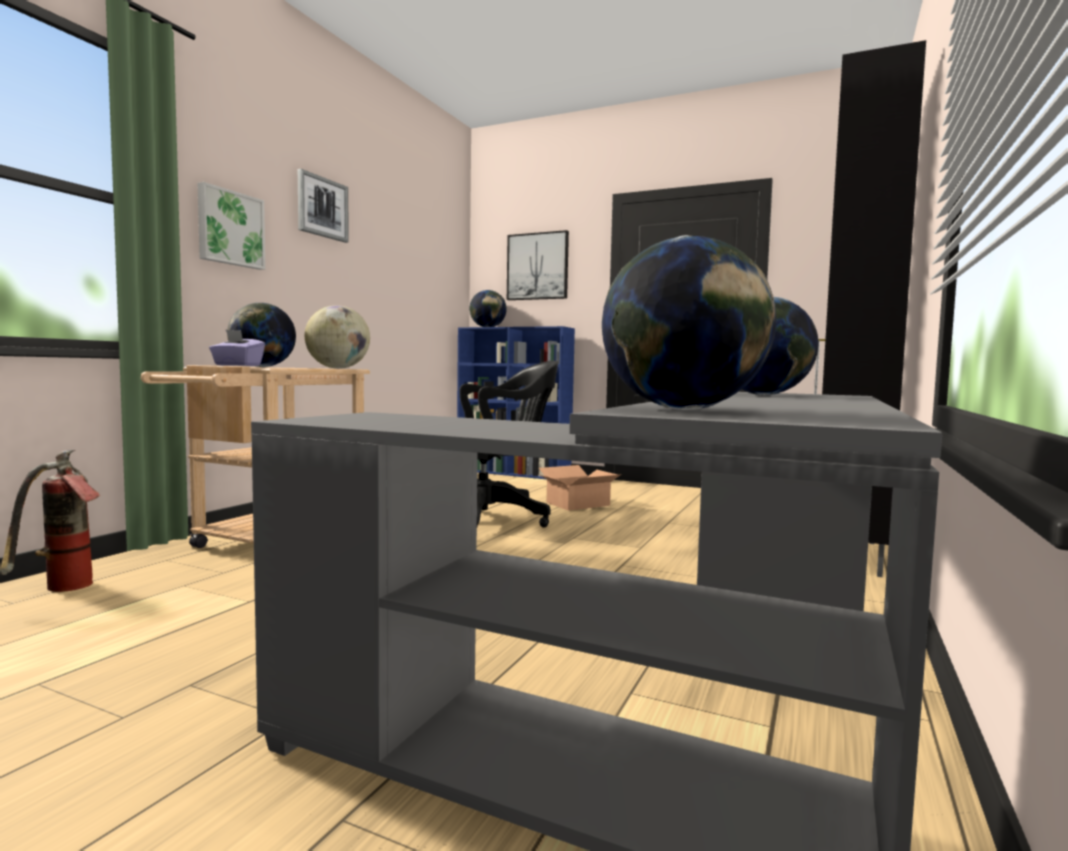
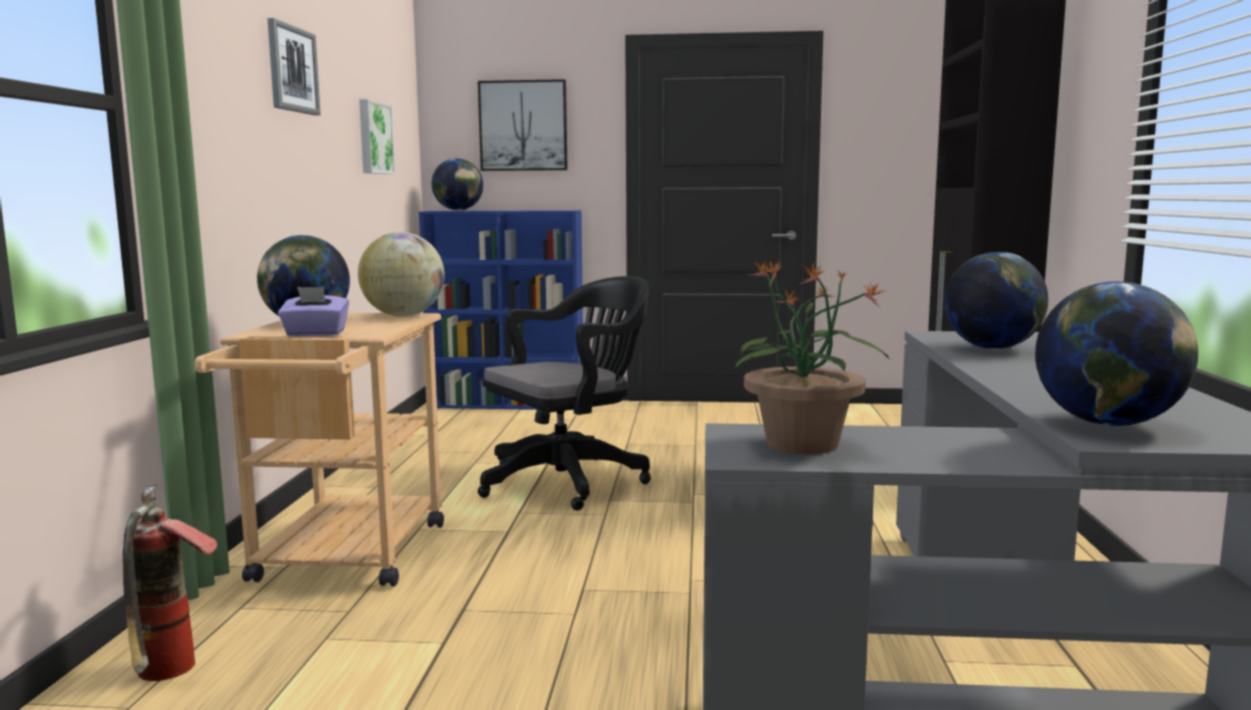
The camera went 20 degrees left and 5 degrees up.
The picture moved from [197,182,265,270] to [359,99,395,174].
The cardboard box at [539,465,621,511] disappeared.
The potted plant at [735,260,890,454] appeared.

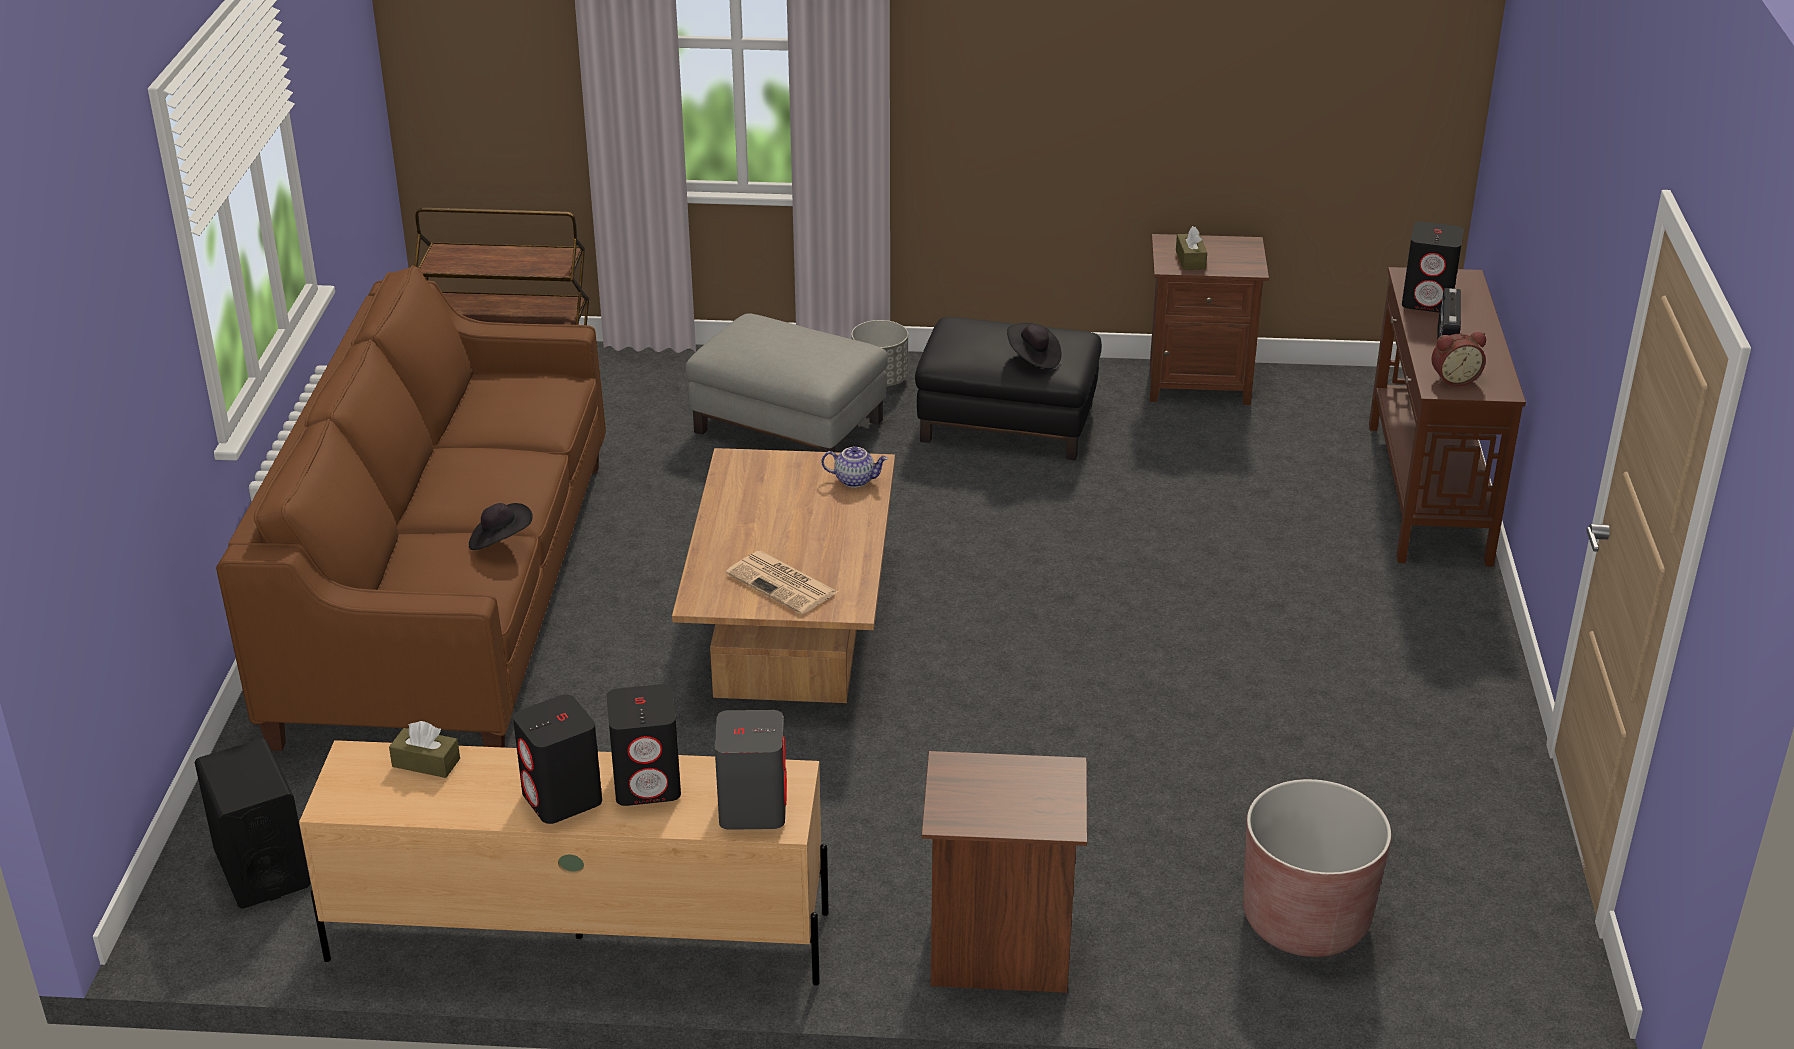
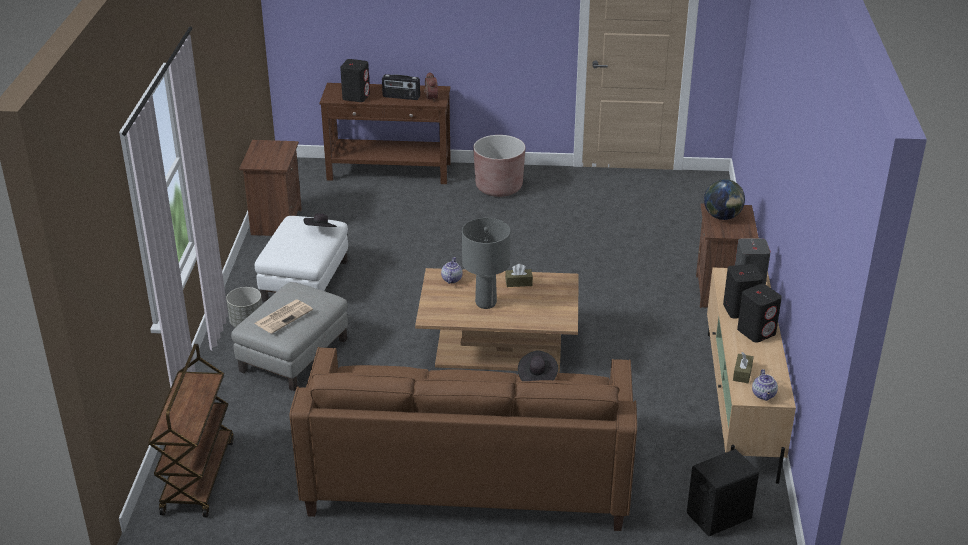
The camera went 90 degrees left and 0 degrees up.
The newspaper moved from [726,551,838,614] to [254,299,313,334].
The ottoman/black at [915,317,1102,460] became the ottoman/white at [255,216,348,302].
The tissue box/brown moved from [1176,226,1207,270] to [505,264,533,287].
The planter/brown moved from [1243,779,1391,957] to [473,135,525,197].
The table lamp/grey at [462,218,510,309] appeared.
The globe at [704,179,745,220] appeared.
The teapot at [752,369,778,401] appeared.

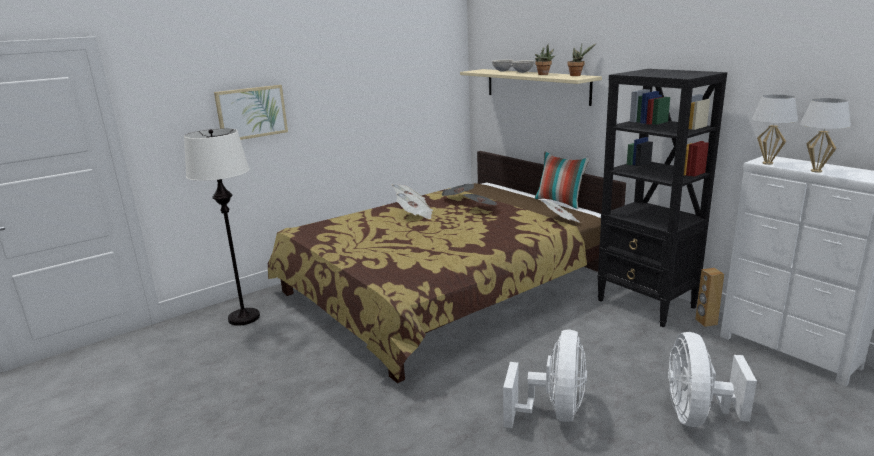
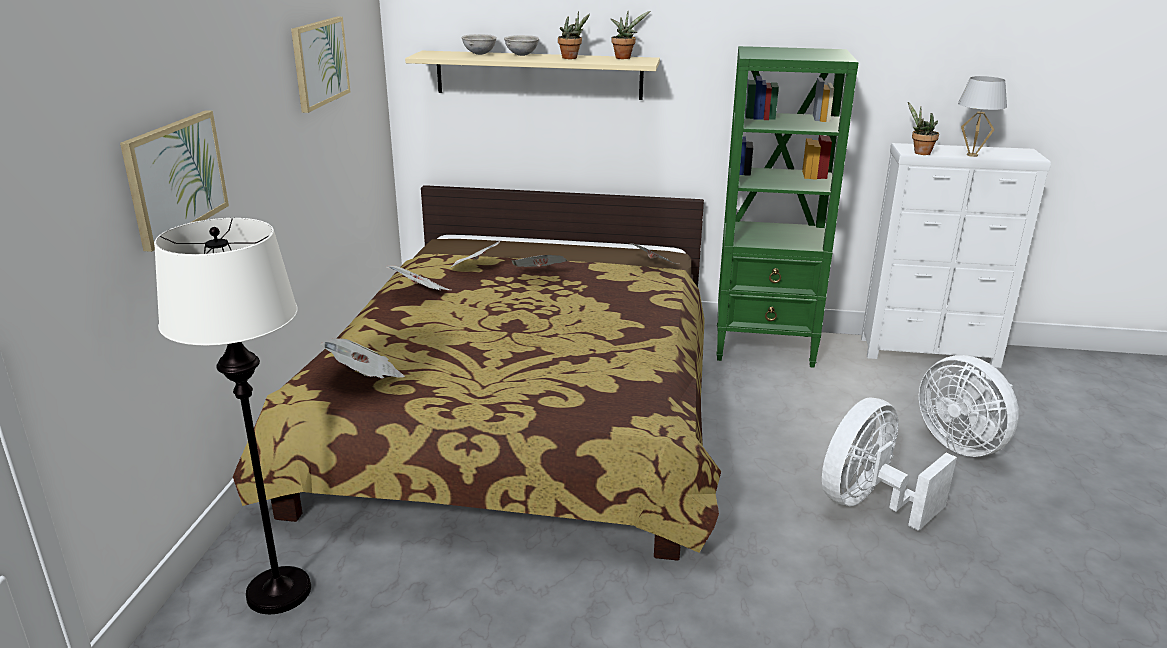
The camera went 45 degrees left and 5 degrees up.
The newspaper moved from [396,193,433,219] to [321,338,405,379].
The fan/white at [503,330,587,428] turned 105 degrees counterclockwise.
The pillow at [535,152,590,209] disappeared.
The bookcase/black at [597,69,727,327] became the bookcase/green at [716,46,859,368].
The speaker/brown at [695,268,724,327] disappeared.
The table lamp/white at [752,95,798,165] was replaced by the potted plant at [908,102,939,155].
The picture at [291,17,350,113] appeared.

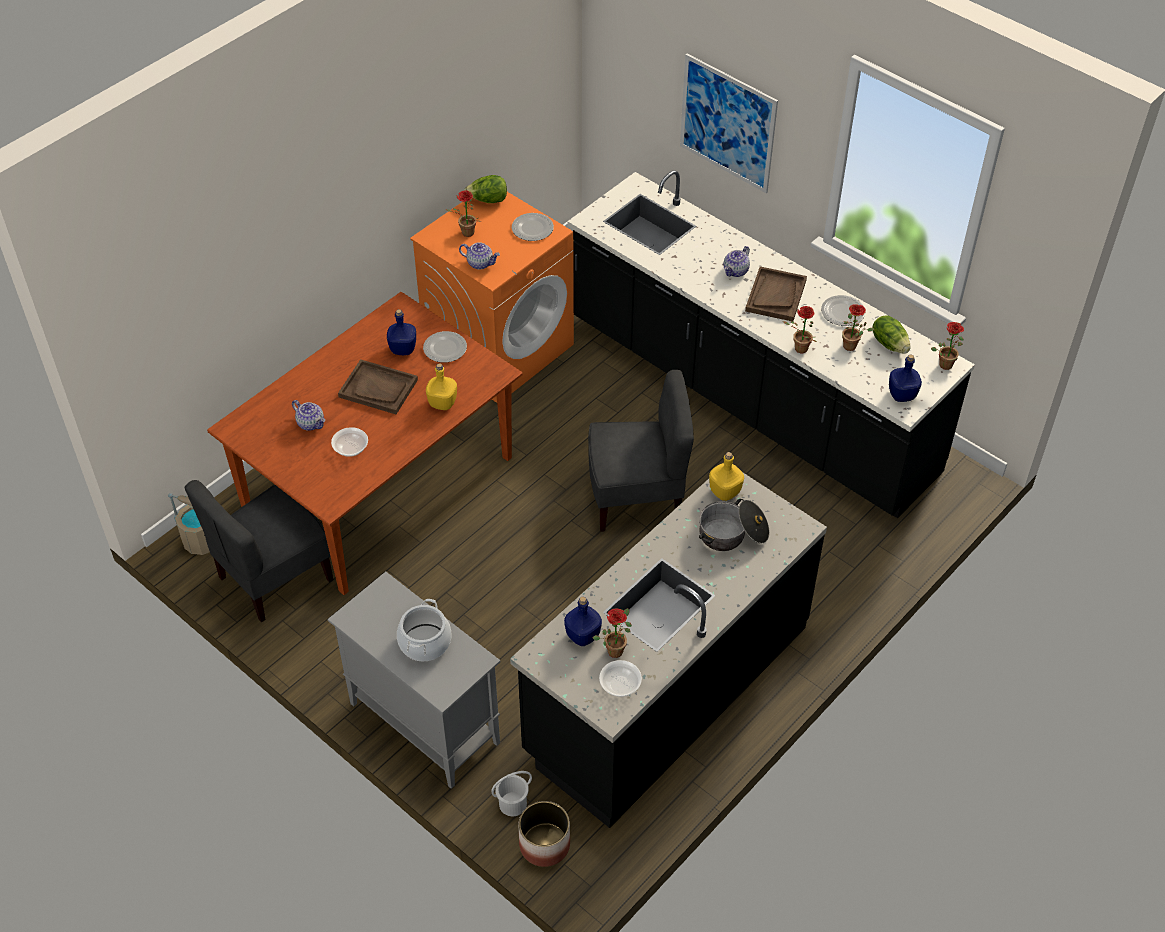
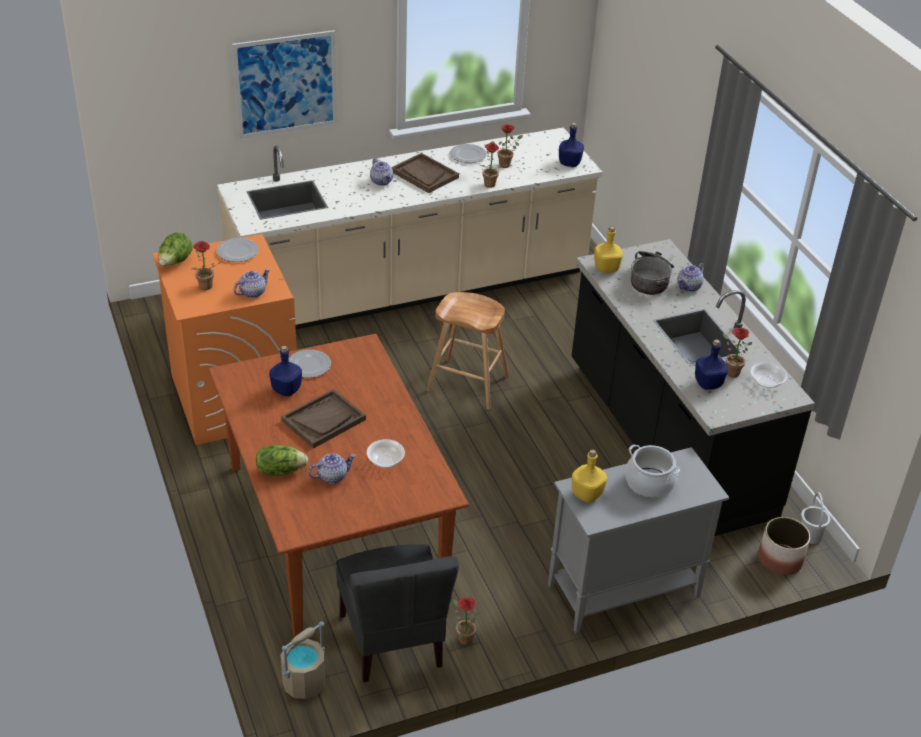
The camera went 65 degrees left and 10 degrees down.
The bottle/yellow moved from [426,363,457,410] to [572,449,607,503].
The bucket/white moved from [491,771,532,816] to [801,492,831,544].
The counter/black at [568,170,975,518] became the counter/beige at [217,127,602,329].
The chair/grey at [588,370,694,532] was replaced by the stool/brown at [426,292,509,409].
The lettuce moved from [872,315,910,353] to [256,445,308,476].
The potted plant moved from [931,322,964,370] to [453,597,481,645].
The teapot at [678,263,704,292] appeared.

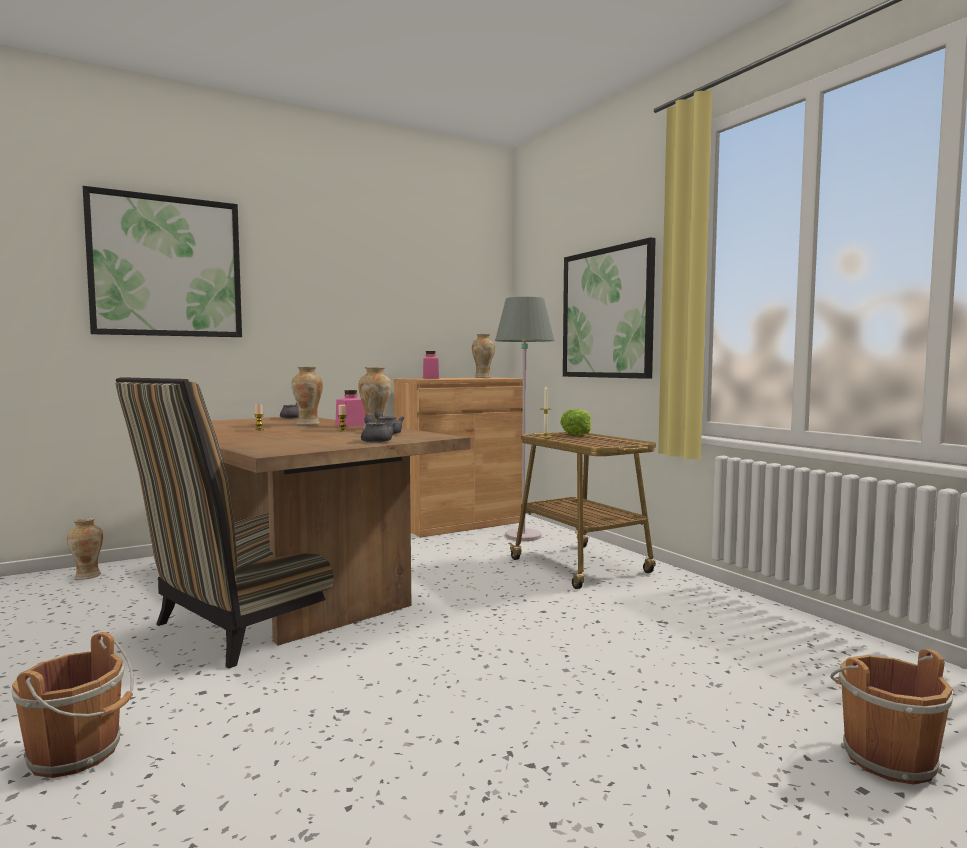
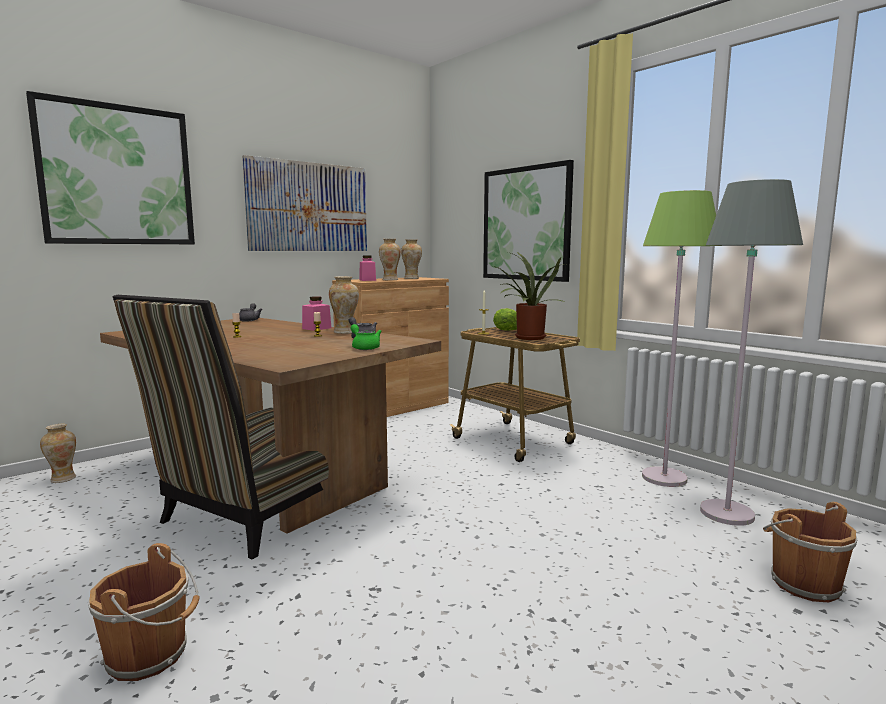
The camera went 10 degrees left and 5 degrees up.
The vase moved from [291,367,323,425] to [379,239,401,280].
The teapot/grey at [361,415,396,443] became the teapot/green at [351,324,382,350].
The floor lamp/grey moved from [495,297,554,541] to [700,179,803,526].
The picture at [242,155,367,251] appeared.
The potted plant at [493,252,566,340] appeared.
The floor lamp/green at [642,190,716,487] appeared.

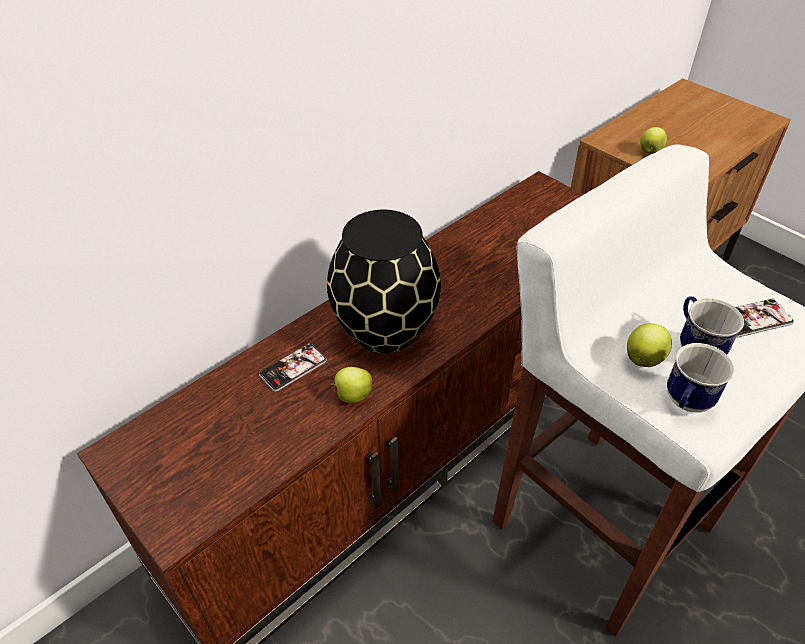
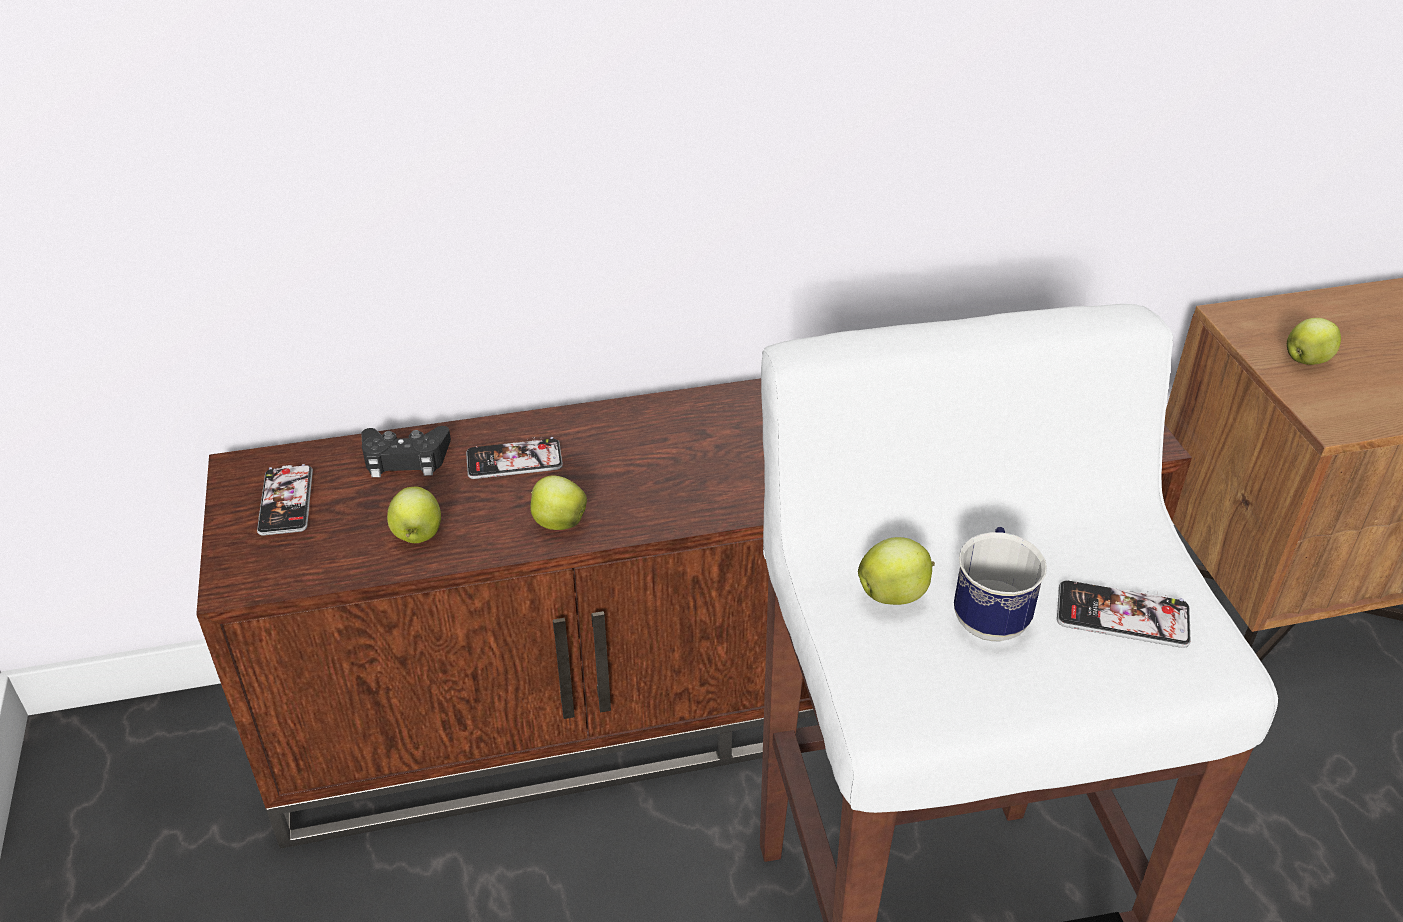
The camera went 30 degrees right and 5 degrees down.
The vase/black at [327,210,441,353] disappeared.
The mug at [667,343,735,413] disappeared.
The phone at [257,464,313,536] appeared.
The game controller/black at [361,426,451,477] appeared.
The apple at [387,487,441,543] appeared.

